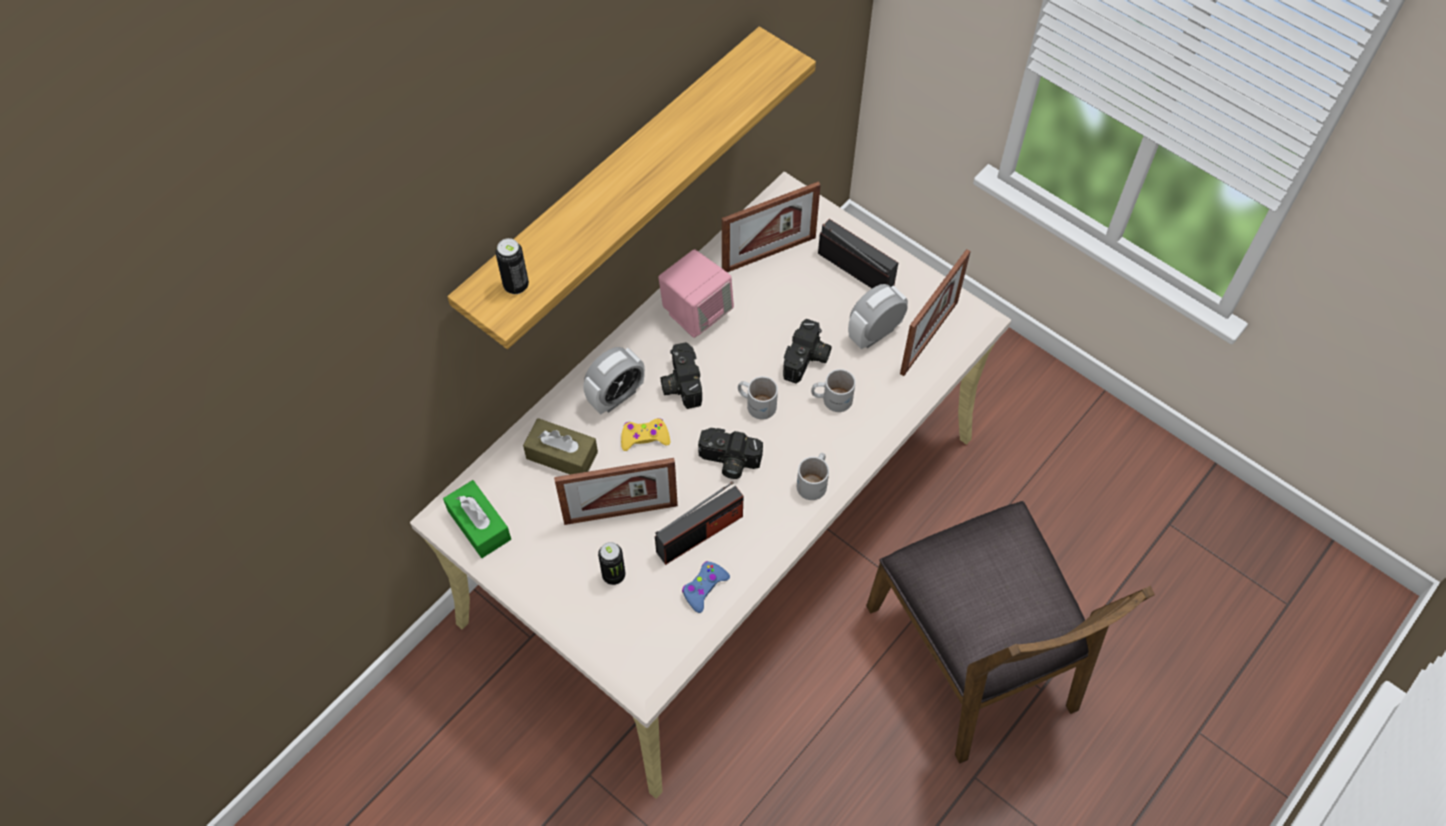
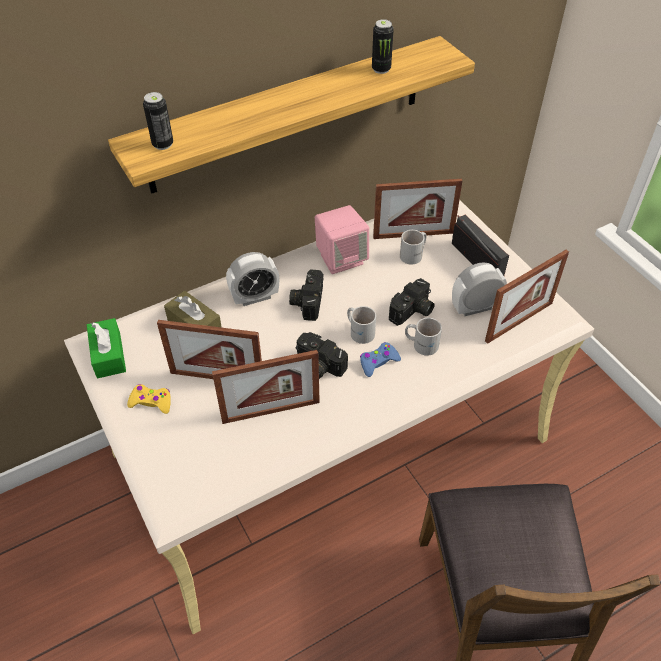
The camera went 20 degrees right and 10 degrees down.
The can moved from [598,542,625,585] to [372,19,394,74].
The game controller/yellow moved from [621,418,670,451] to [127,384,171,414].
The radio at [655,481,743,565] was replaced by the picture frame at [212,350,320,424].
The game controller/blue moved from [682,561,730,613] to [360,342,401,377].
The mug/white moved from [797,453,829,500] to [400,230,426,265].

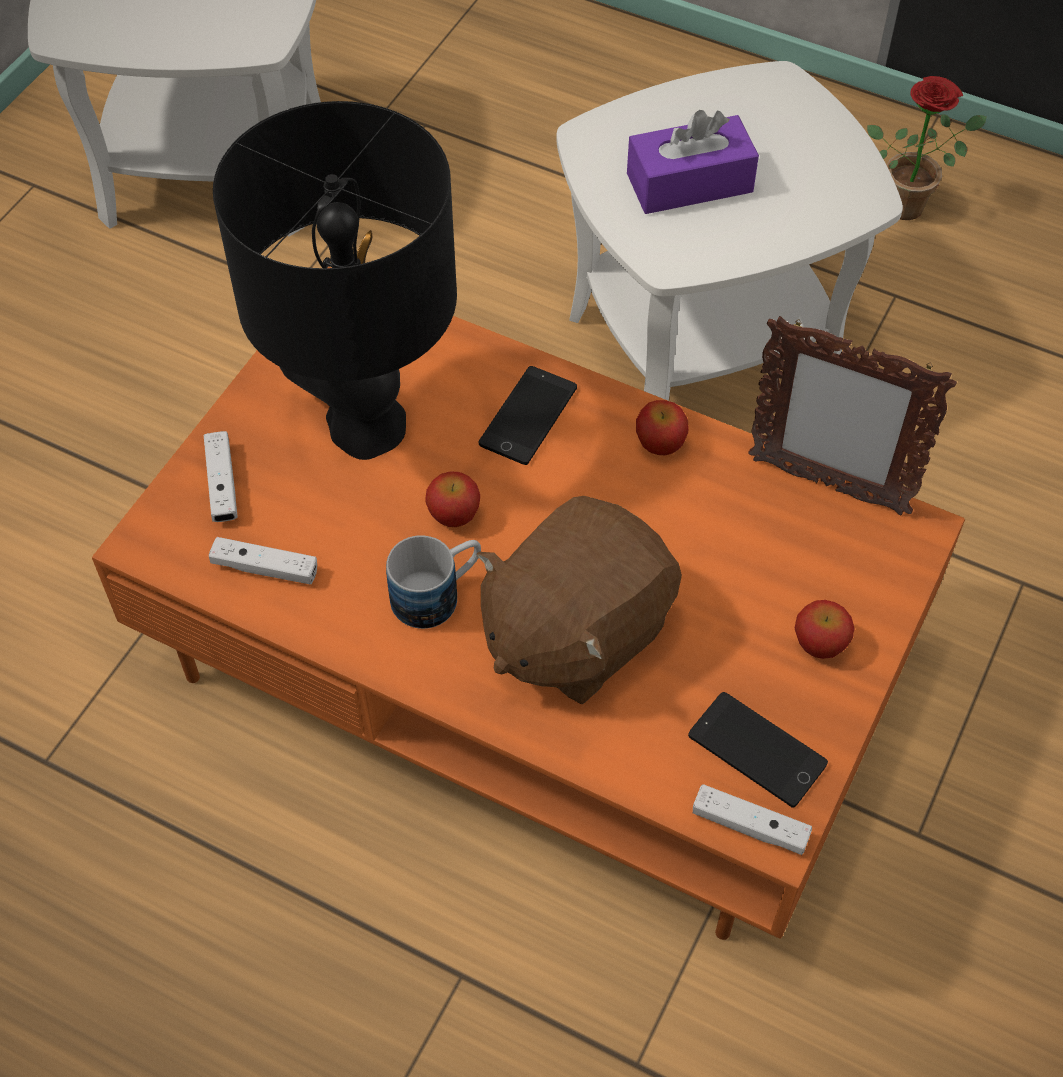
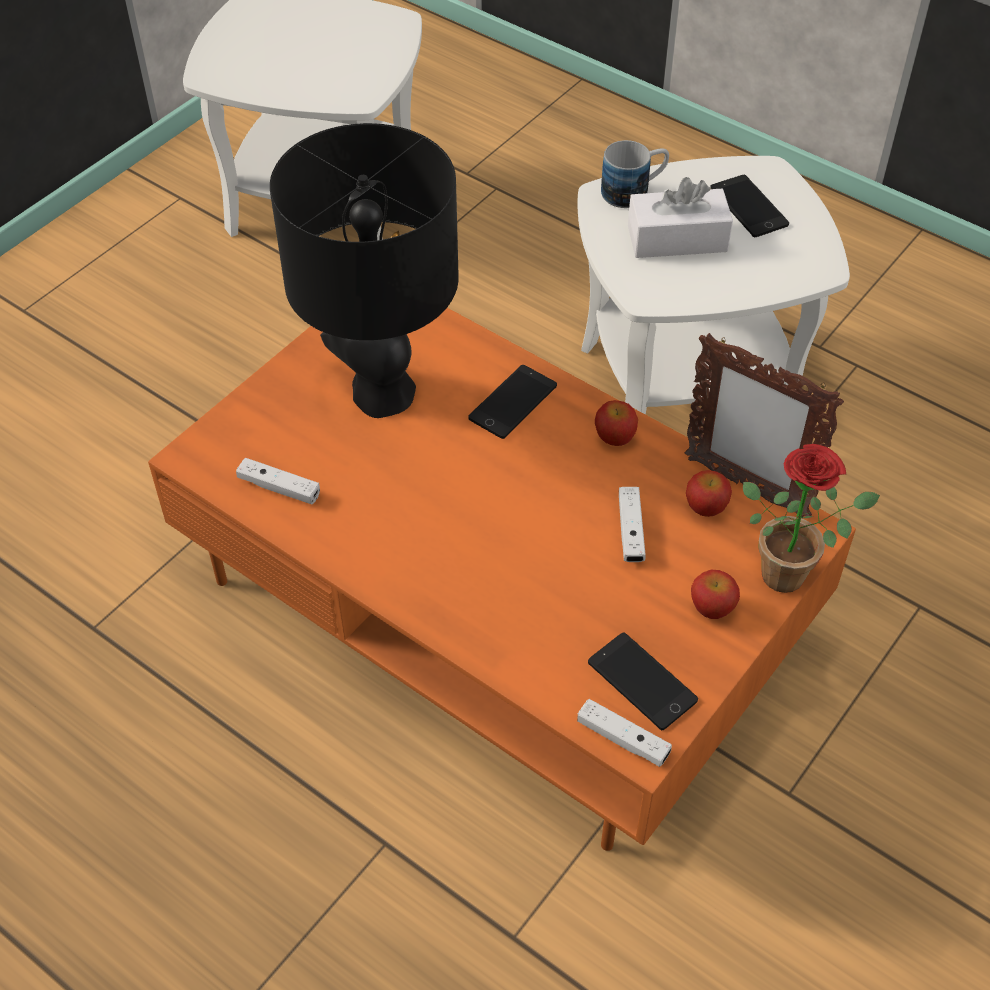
The camera went 10 degrees right and 5 degrees down.
The game controller/white moved from [204,431,238,522] to [619,487,646,562].
The mug moved from [386,535,481,629] to [601,140,669,208].
The apple moved from [425,472,480,527] to [686,470,732,517].
The plush toy/brown at [477,496,682,704] disappeared.
The tissue box/purple at [627,110,759,214] became the tissue box/white at [628,177,733,258].
The potted plant moved from [867,76,987,220] to [743,444,880,593].
The phone at [710,175,789,237] appeared.

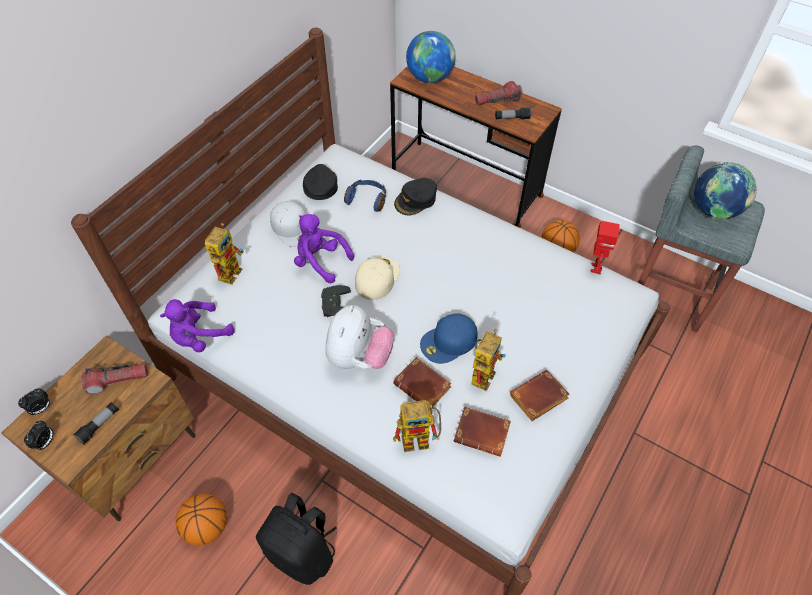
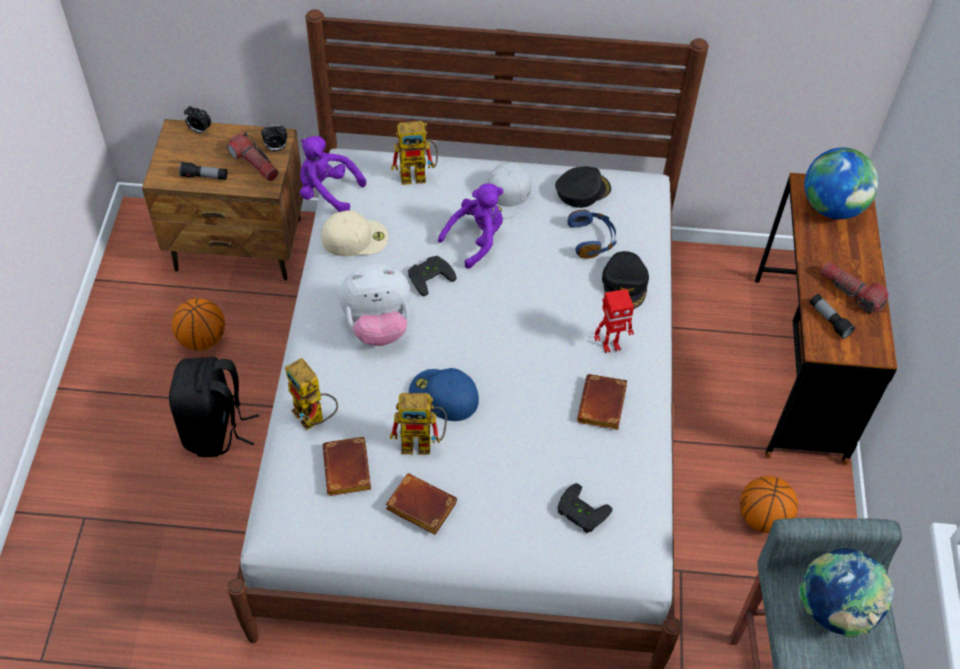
The camera went 60 degrees right and 0 degrees up.
The alarm clock moved from [24,421,54,451] to [261,125,287,151].
The plush toy/purple at [294,214,354,283] turned 45 degrees clockwise.
The cap/beige moved from [355,256,400,300] to [321,210,388,256].
The book/brown moved from [393,357,452,407] to [577,374,627,430].
The cap/black at [394,178,437,215] turned 105 degrees counterclockwise.
The toy robot moved from [591,221,620,275] to [594,289,634,353].
The game controller/black at [558,483,613,534] appeared.

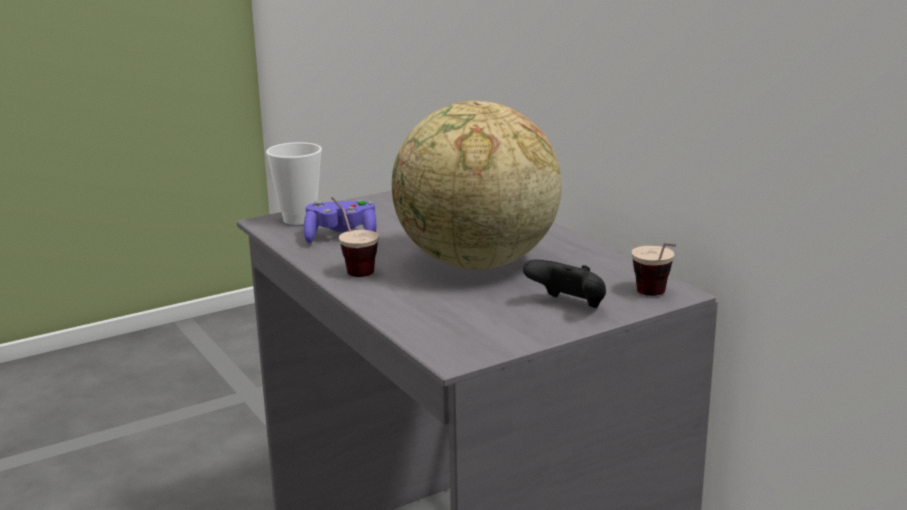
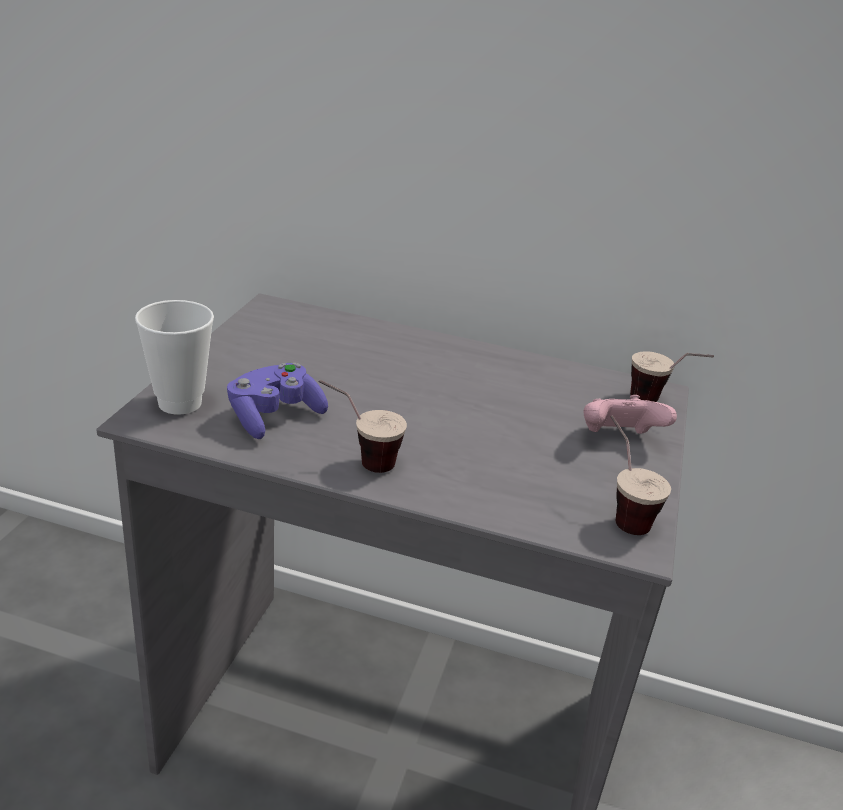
The camera went 45 degrees left and 10 degrees up.
The globe at [392,101,562,270] disappeared.
The game controller/black at [523,260,606,308] became the game controller/pink at [584,395,677,434].
The cup at [611,415,671,535] appeared.

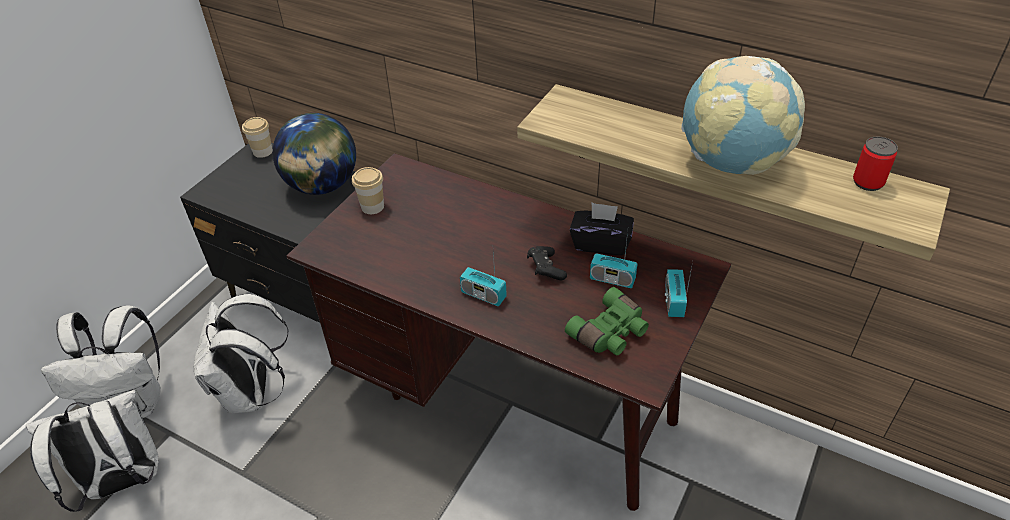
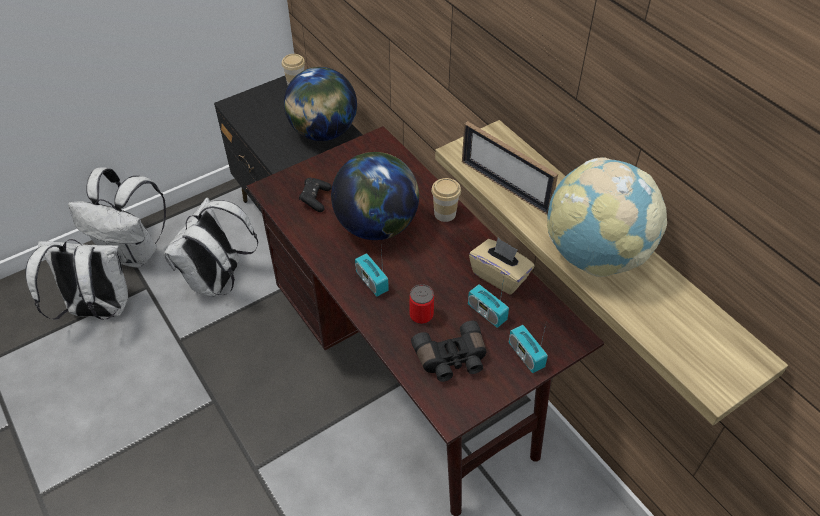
The camera went 25 degrees right and 5 degrees up.
The cup moved from [352,167,384,214] to [431,178,461,222].
The game controller/black moved from [527,246,567,280] to [299,178,332,212].
The binoculars/green at [565,287,649,355] became the binoculars/black at [411,321,486,382].
The tissue box/black at [570,202,634,256] became the tissue box/beige at [469,238,535,295].
The radio at [665,262,693,317] turned 60 degrees counterclockwise.
The can moved from [853,137,898,191] to [409,284,434,324].
The globe at [331,152,419,240] appeared.
The picture frame at [462,121,558,215] appeared.

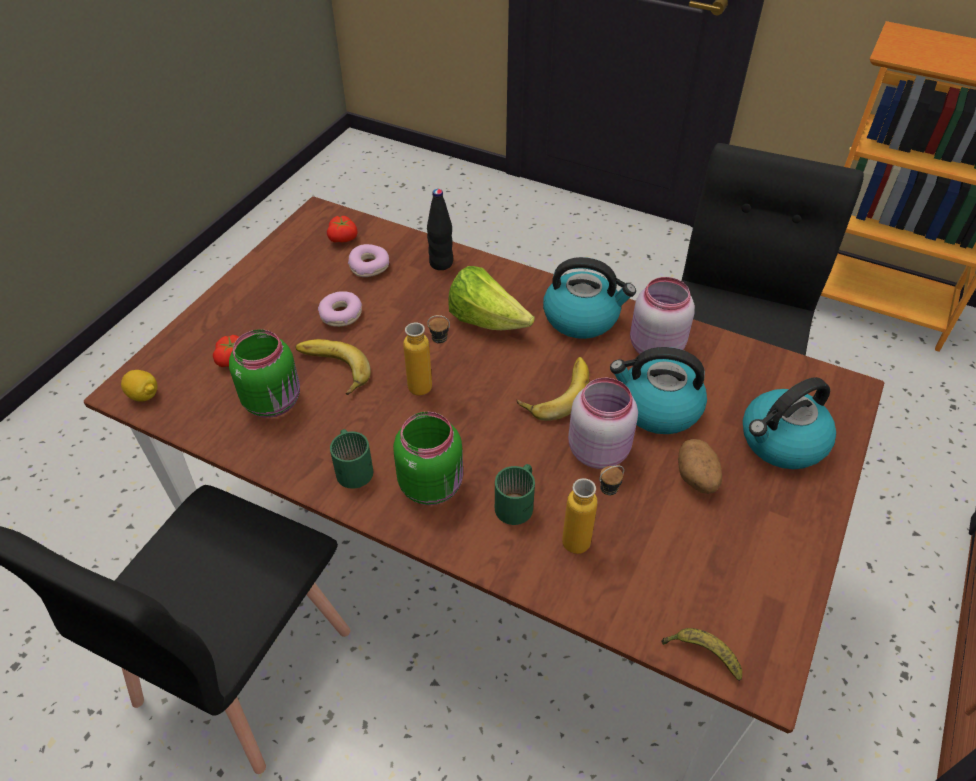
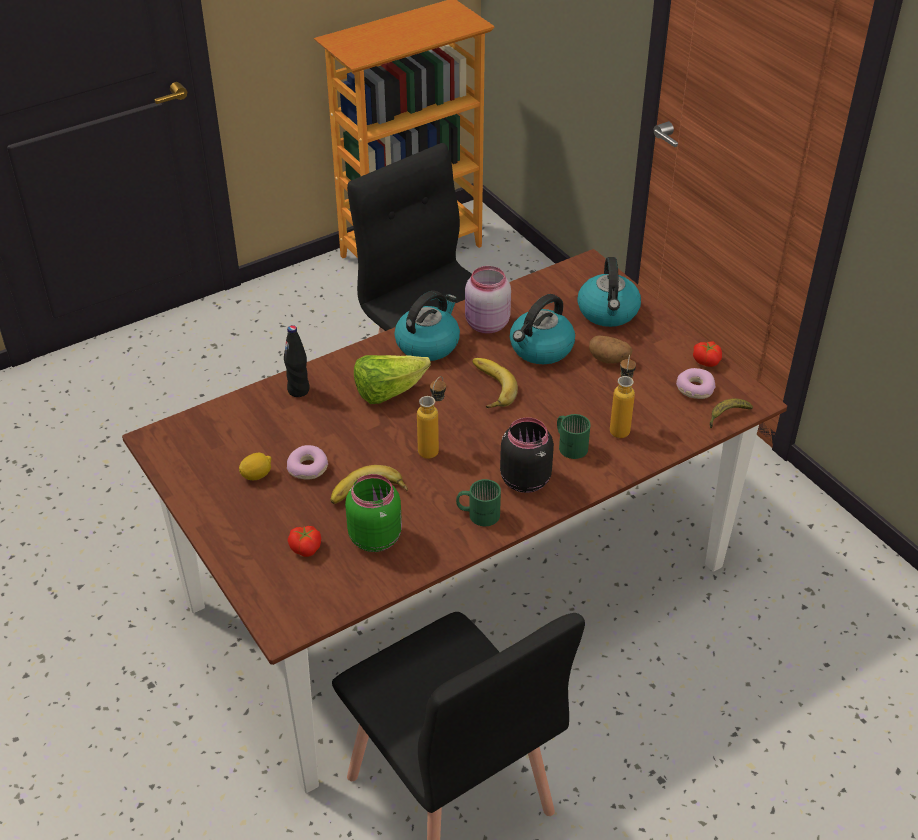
The camera went 60 degrees left and 5 degrees down.
The lemon moved from [121,370,157,401] to [239,453,271,480].
The tomato moved from [327,216,358,242] to [693,341,722,367].
The donut moved from [348,244,389,277] to [676,368,715,399].
The jar/green at [393,412,463,505] became the jar/black at [500,417,554,493].
The jar/pink at [568,378,638,469] disappeared.

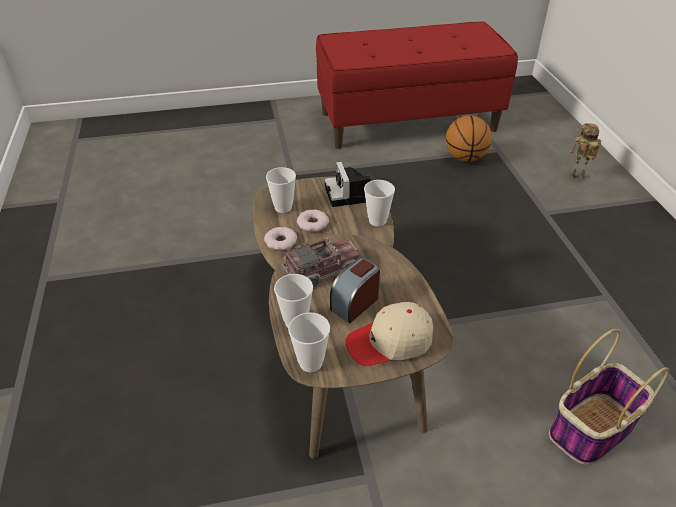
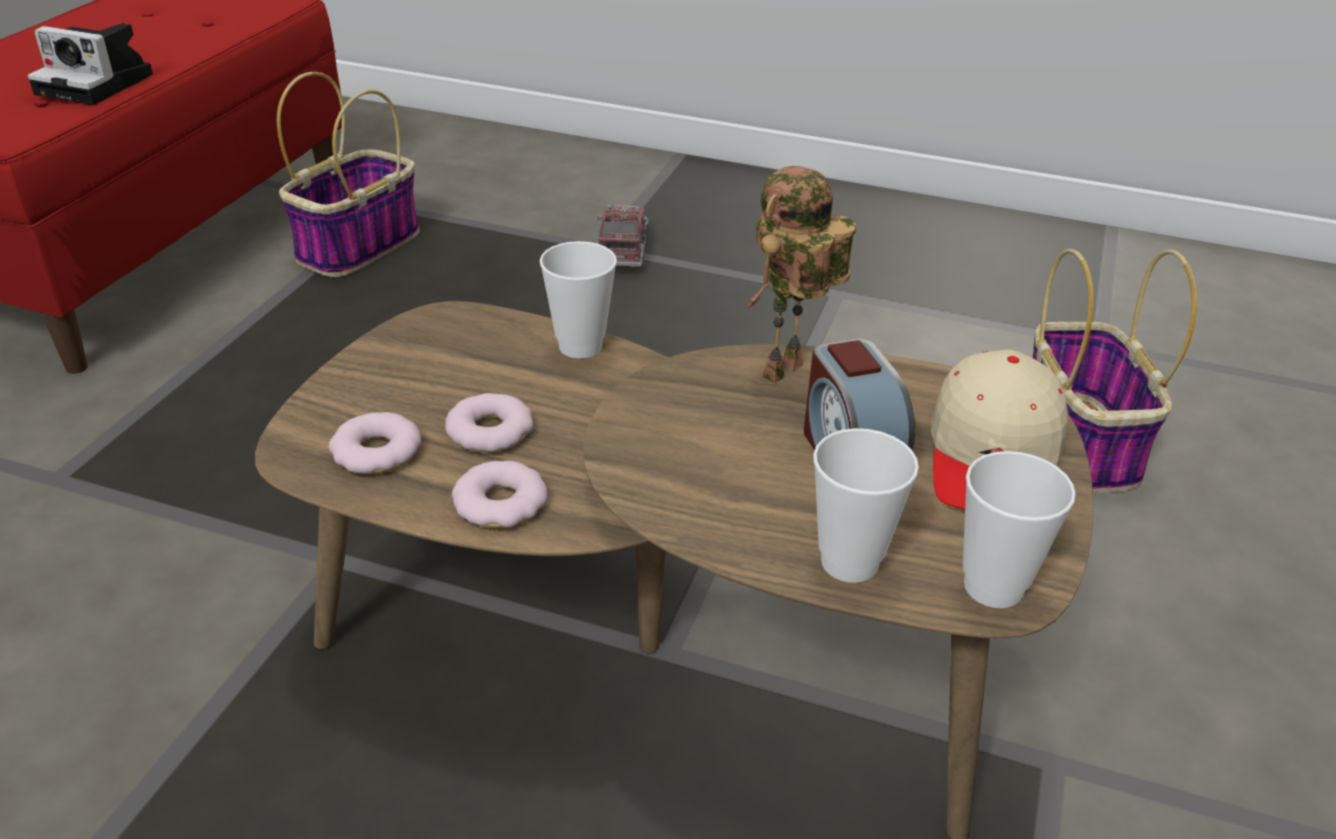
The camera went 60 degrees left and 5 degrees down.
The cup at [266,167,296,213] was replaced by the donut at [328,412,421,474].
The toy truck moved from [282,237,359,287] to [597,205,649,268].
The photo camera moved from [325,162,371,207] to [28,23,153,105].
The basketball at [446,115,492,162] was replaced by the basket at [277,72,419,277].
The toy robot moved from [570,123,601,179] to [746,166,856,383].

